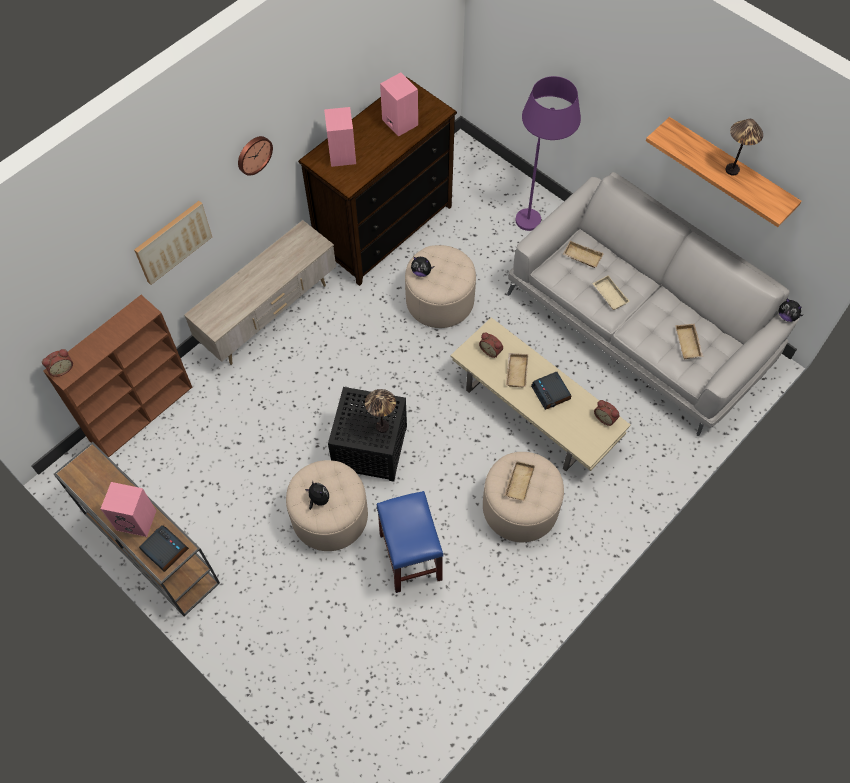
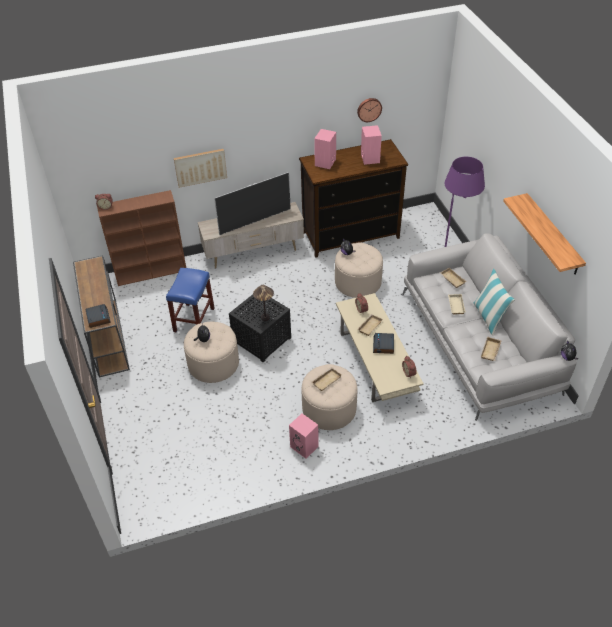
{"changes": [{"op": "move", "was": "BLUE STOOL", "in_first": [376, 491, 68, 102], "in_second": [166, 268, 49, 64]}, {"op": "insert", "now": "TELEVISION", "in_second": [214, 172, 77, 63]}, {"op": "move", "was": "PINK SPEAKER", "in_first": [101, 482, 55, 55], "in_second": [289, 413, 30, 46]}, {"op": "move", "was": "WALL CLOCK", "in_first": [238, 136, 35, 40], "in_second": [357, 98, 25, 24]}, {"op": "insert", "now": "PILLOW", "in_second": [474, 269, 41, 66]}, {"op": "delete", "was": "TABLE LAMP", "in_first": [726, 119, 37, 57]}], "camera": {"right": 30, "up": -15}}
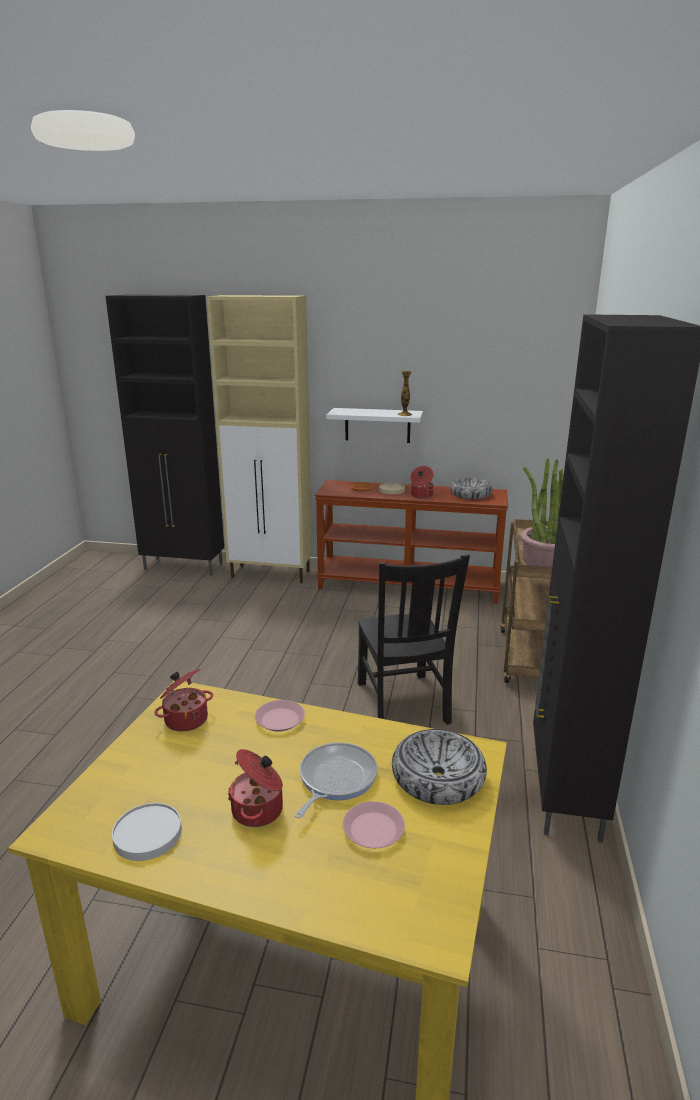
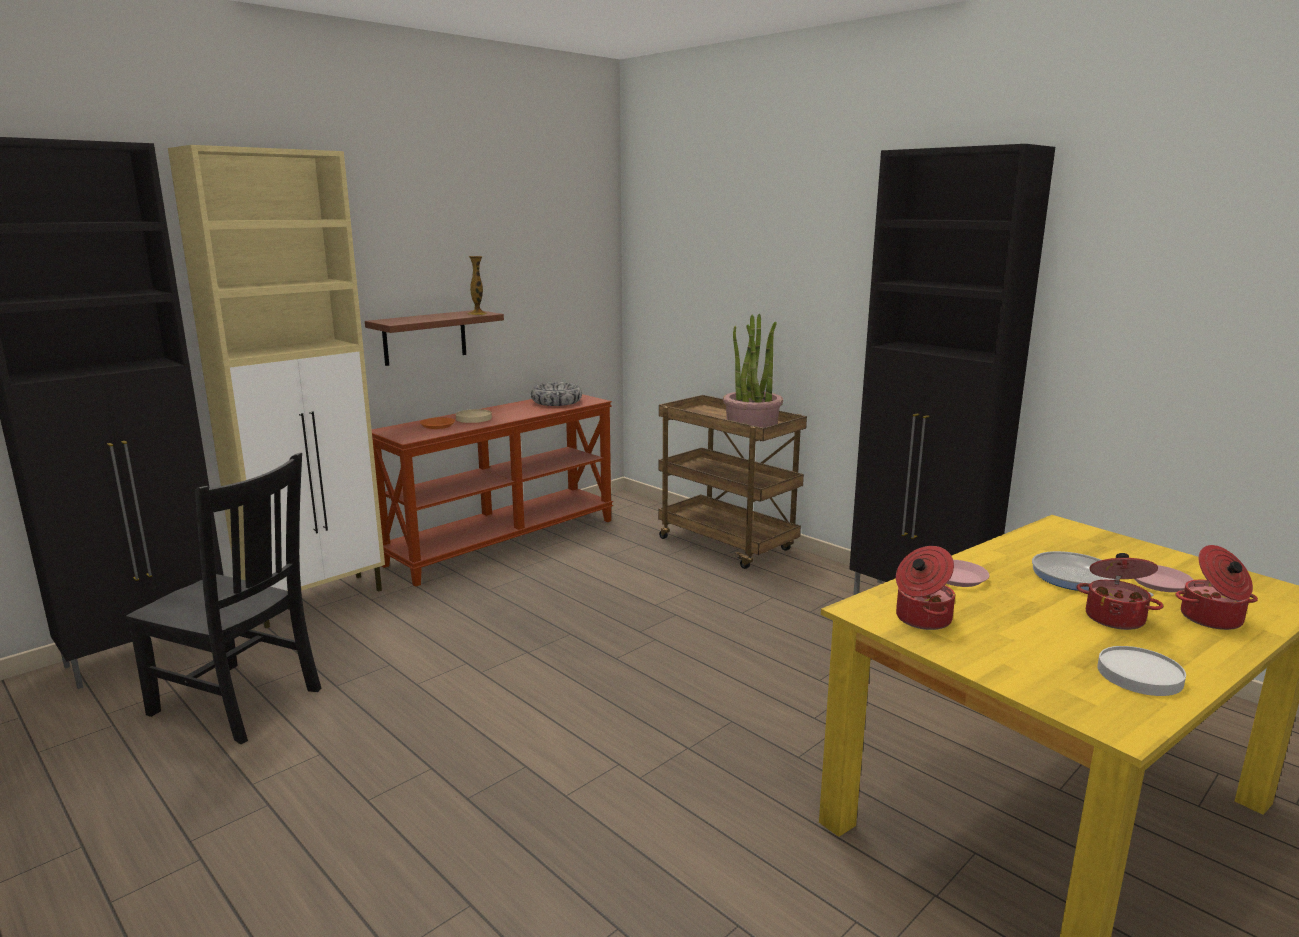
{"changes": [{"op": "move", "was": "BLACK CHAIR", "in_first": [358, 554, 112, 171], "in_second": [126, 453, 195, 291]}, {"op": "recolor", "was": "WHITE SHELF", "now": "BROWN SHELF", "in_first": [326, 408, 97, 35], "in_second": [365, 310, 139, 56]}, {"op": "move", "was": "COOKING POT", "in_first": [410, 466, 24, 32], "in_second": [1176, 545, 82, 85]}, {"op": "delete", "was": "BOWL", "in_first": [392, 729, 95, 76]}], "camera": {"right": -55, "up": -5}}
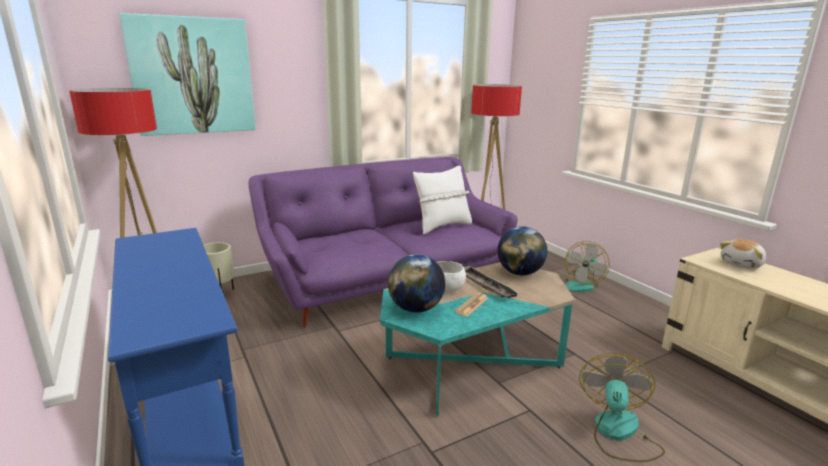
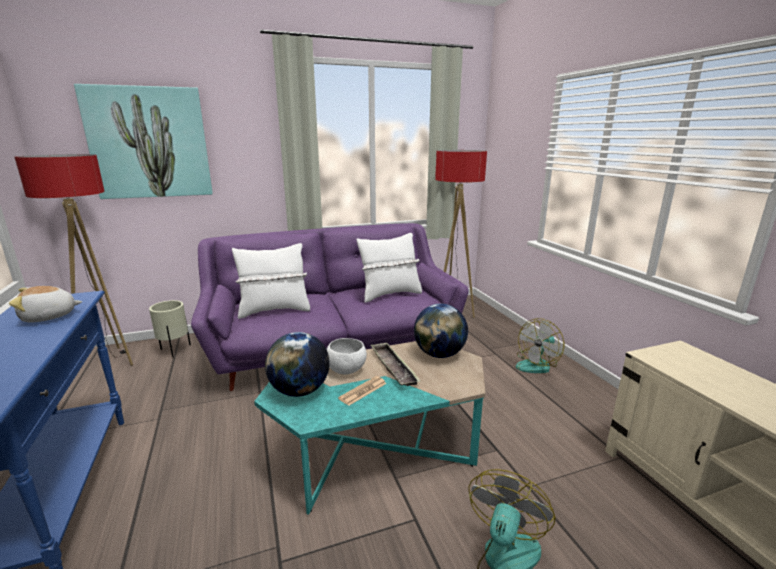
{"changes": [{"op": "move", "was": "PLUSH TOY", "in_first": [720, 239, 46, 30], "in_second": [9, 286, 73, 36]}, {"op": "insert", "now": "WHITE PILLOW", "in_second": [232, 243, 78, 76]}], "camera": {"right": 10, "up": 0}}
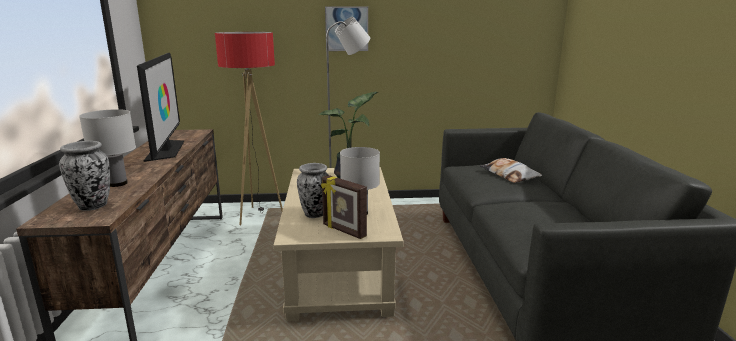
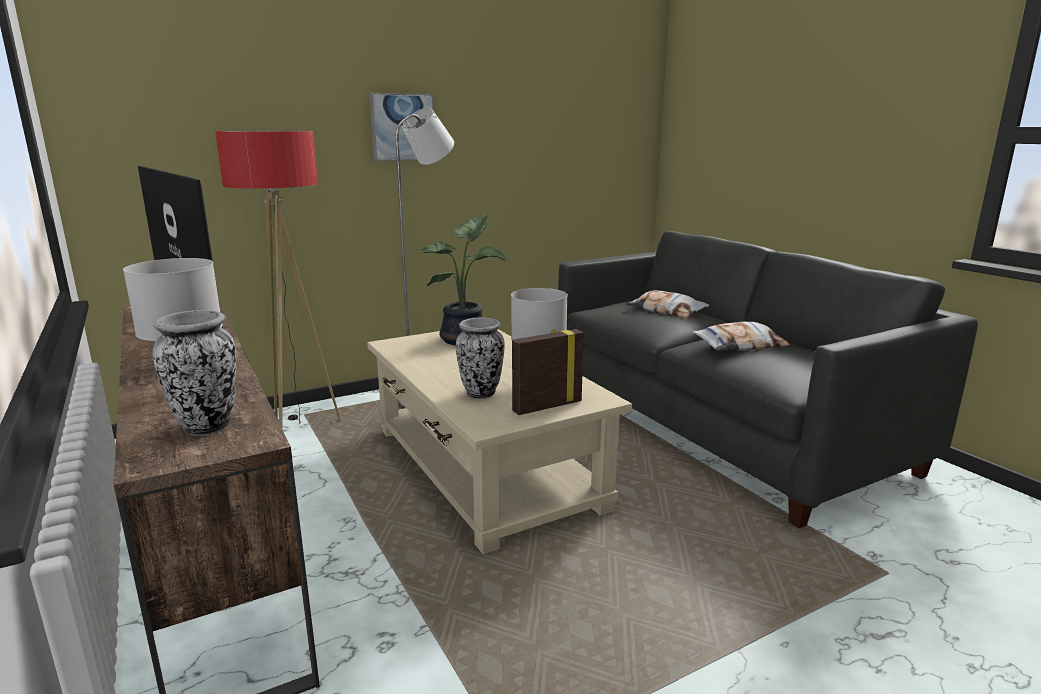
{"changes": [{"op": "rotate", "was": "PICTURE FRAME", "in_first": [321, 175, 46, 64], "in_second": [512, 329, 72, 86], "clockwise": 135}, {"op": "insert", "now": "PILLOW", "in_second": [692, 322, 99, 29]}], "camera": {"right": -25, "up": 0}}
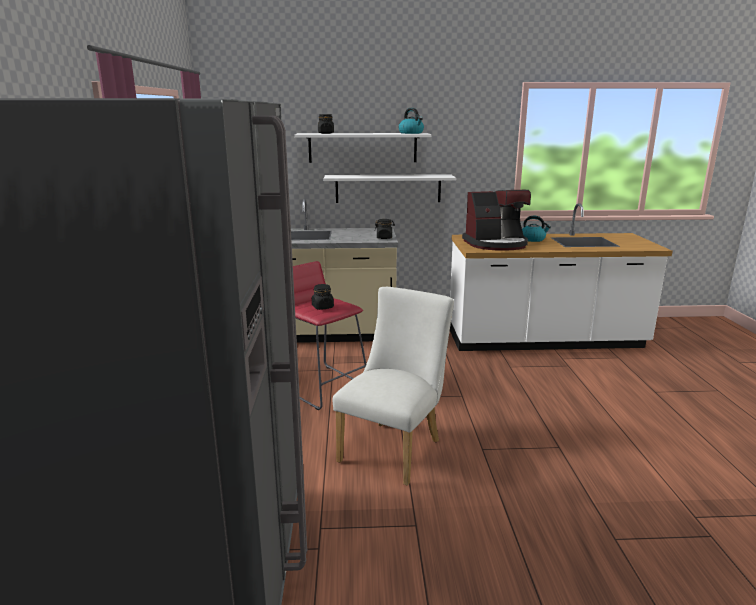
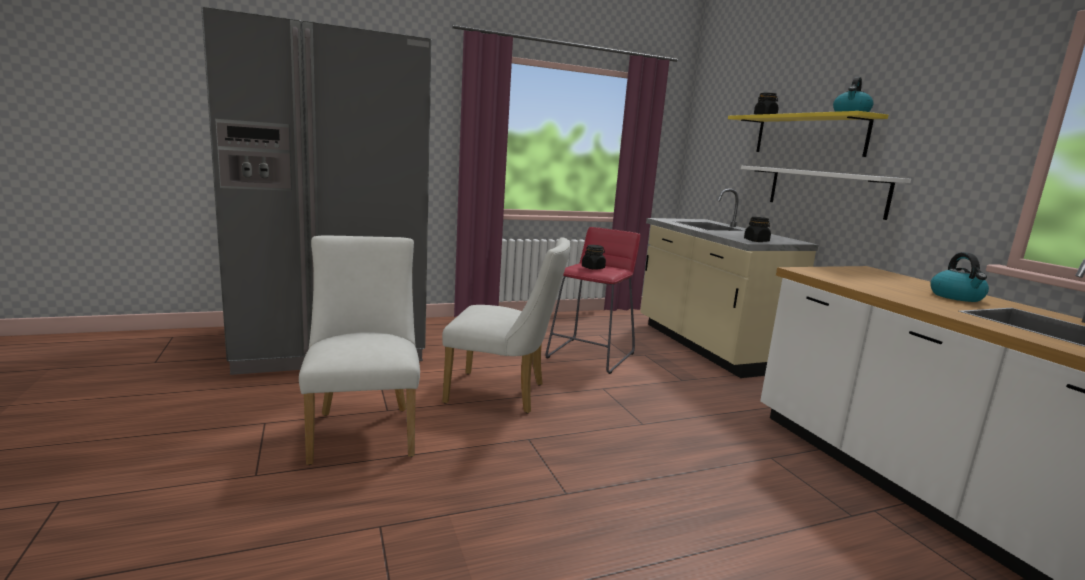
{"changes": [{"op": "insert", "now": "WHITE CHAIR", "in_second": [299, 235, 121, 230]}, {"op": "recolor", "was": "WHITE SHELF", "now": "YELLOW SHELF", "in_first": [295, 133, 136, 30], "in_second": [728, 111, 160, 46]}, {"op": "delete", "was": "COFFEE MACHINE", "in_first": [462, 190, 69, 61]}], "camera": {"right": 70, "up": -5}}
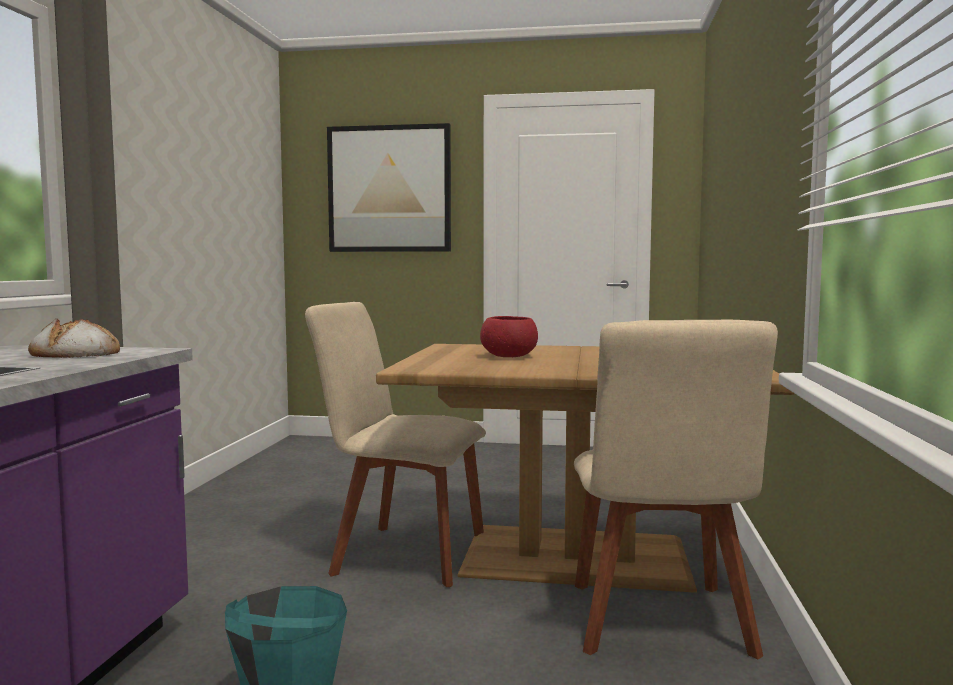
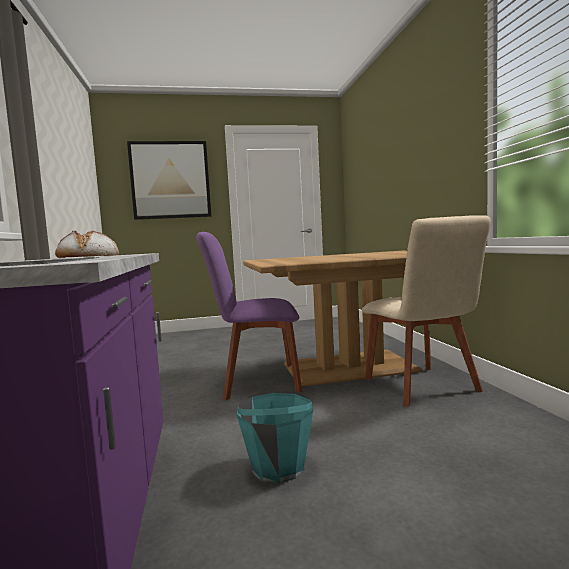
{"changes": [{"op": "recolor", "was": "BEIGE CHAIR", "now": "PURPLE CHAIR", "in_first": [305, 302, 181, 285], "in_second": [196, 232, 106, 168]}, {"op": "delete", "was": "RED BOWL", "in_first": [480, 316, 58, 41]}], "camera": {"right": -20, "up": 0}}
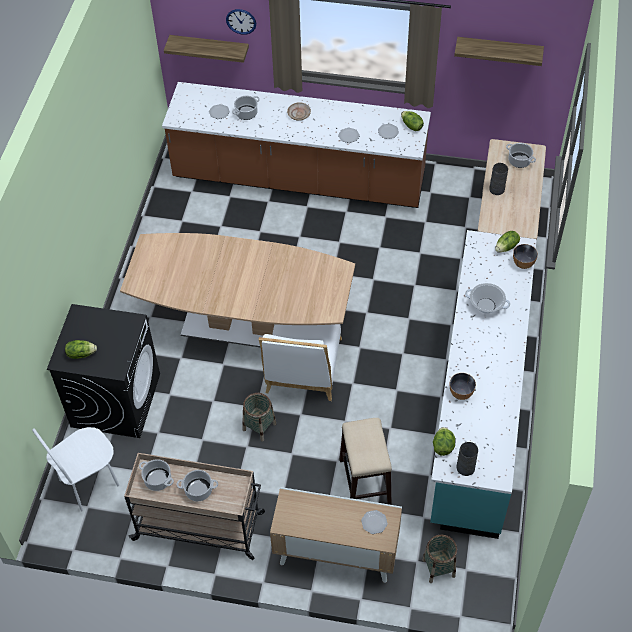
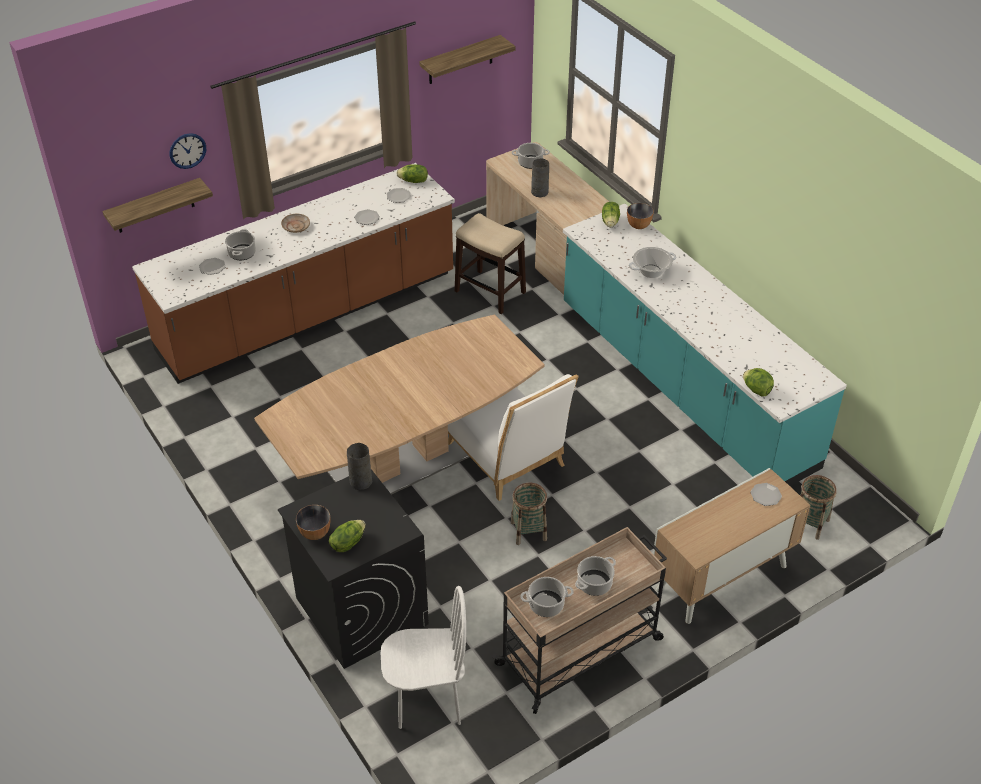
{"changes": [{"op": "move", "was": "BOWL", "in_first": [449, 373, 27, 27], "in_second": [296, 505, 35, 35]}, {"op": "move", "was": "GREY VASE", "in_first": [457, 442, 21, 34], "in_second": [347, 443, 25, 47]}, {"op": "rotate", "was": "WHITE CHAIR", "in_first": [32, 427, 87, 84], "in_second": [380, 586, 86, 143], "clockwise": -105}, {"op": "move", "was": "STOOL", "in_first": [340, 418, 52, 87], "in_second": [455, 213, 71, 101]}], "camera": {"right": -45, "up": -10}}
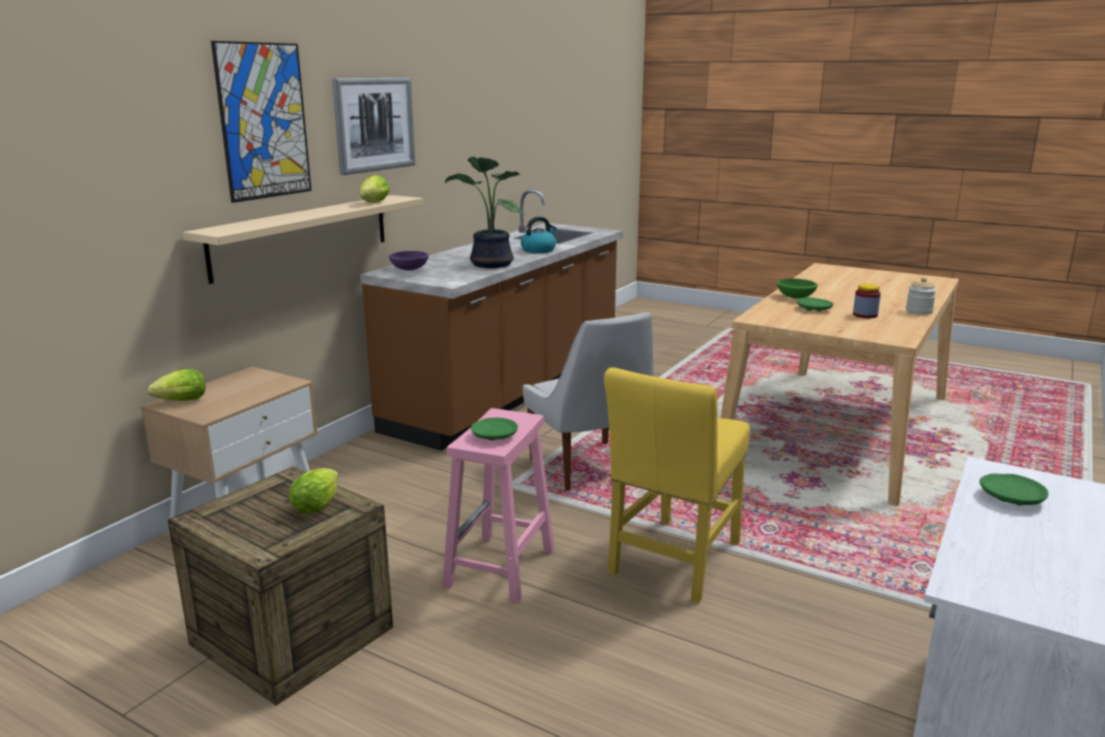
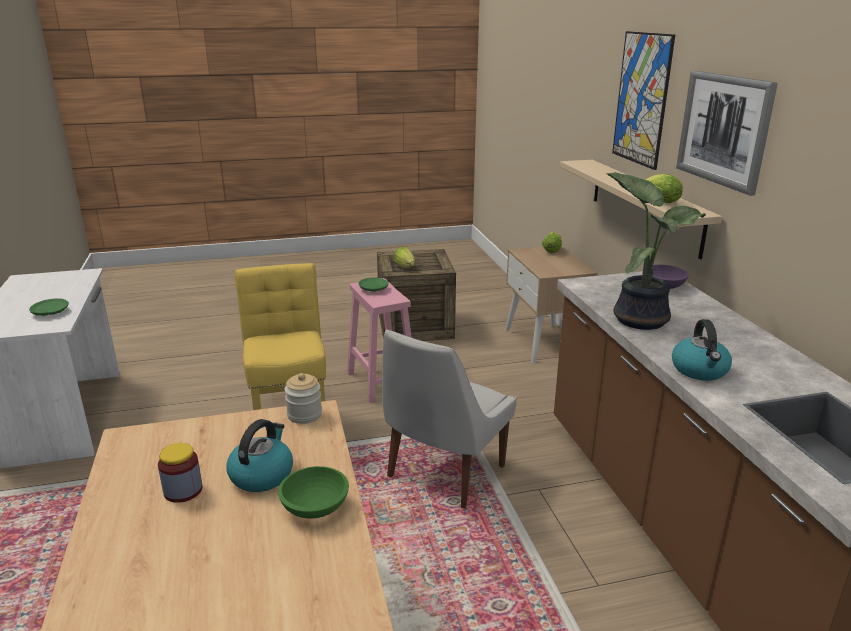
{"changes": [{"op": "replace", "was": "GREEN PLATE", "now": "KETTLE", "in_first": [797, 297, 36, 15], "in_second": [226, 419, 67, 73]}, {"op": "move", "was": "JAR", "in_first": [906, 277, 31, 38], "in_second": [285, 373, 37, 51]}, {"op": "rotate", "was": "WHITE CHAIR", "in_first": [523, 312, 131, 179], "in_second": [382, 330, 135, 179], "clockwise": -75}], "camera": {"right": 135, "up": 5}}
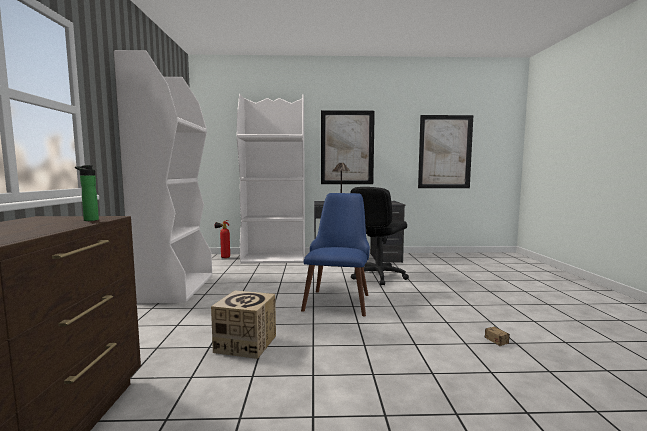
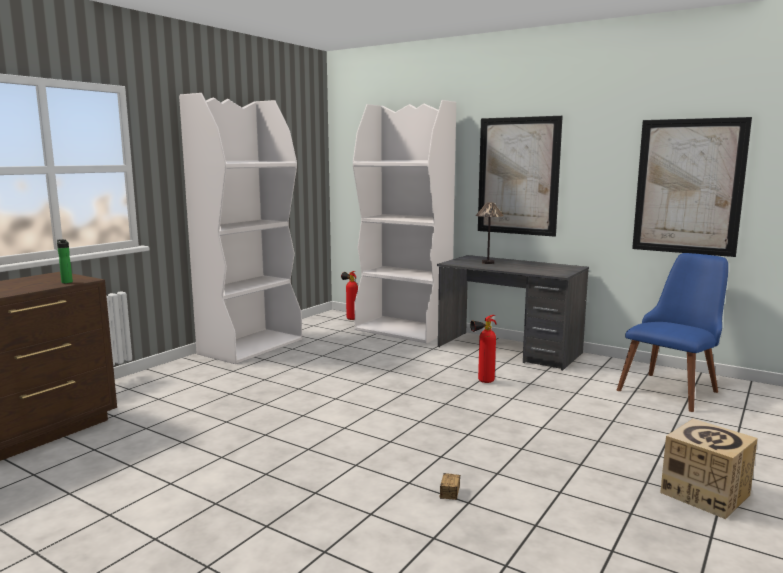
{"changes": [{"op": "replace", "was": "BLACK OFFICE CHAIR", "now": "FIRE EXTINGUISHER", "in_first": [350, 187, 59, 98], "in_second": [470, 315, 27, 68]}, {"op": "move", "was": "BLUE CHAIR", "in_first": [301, 193, 69, 124], "in_second": [617, 253, 111, 159]}, {"op": "move", "was": "CARDBOARD BOX", "in_first": [211, 290, 65, 69], "in_second": [660, 419, 98, 100]}], "camera": {"right": 35, "up": 5}}
